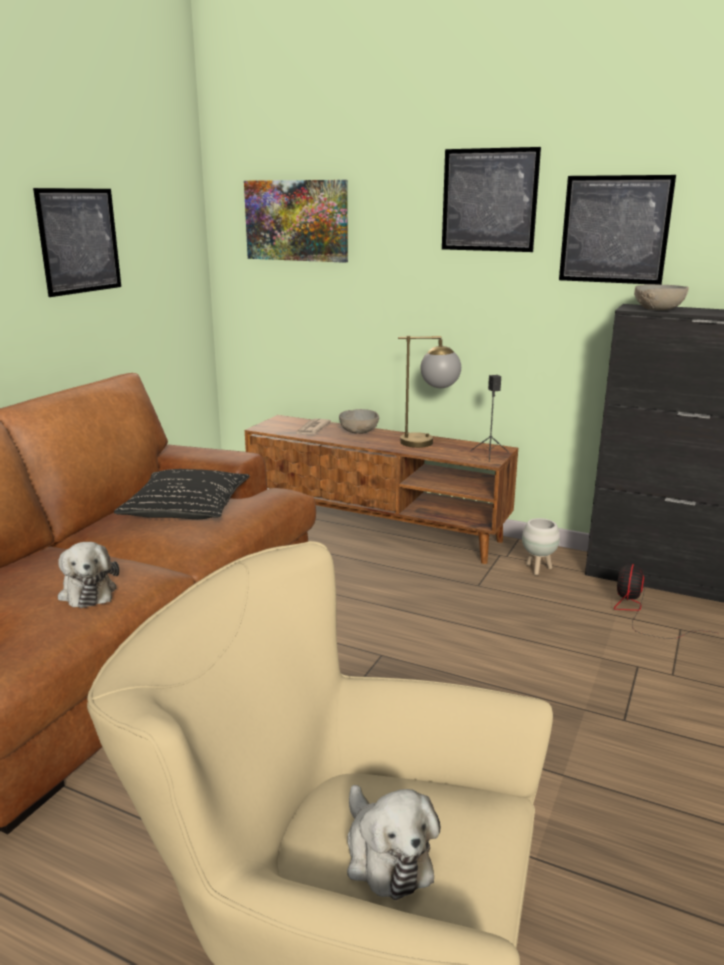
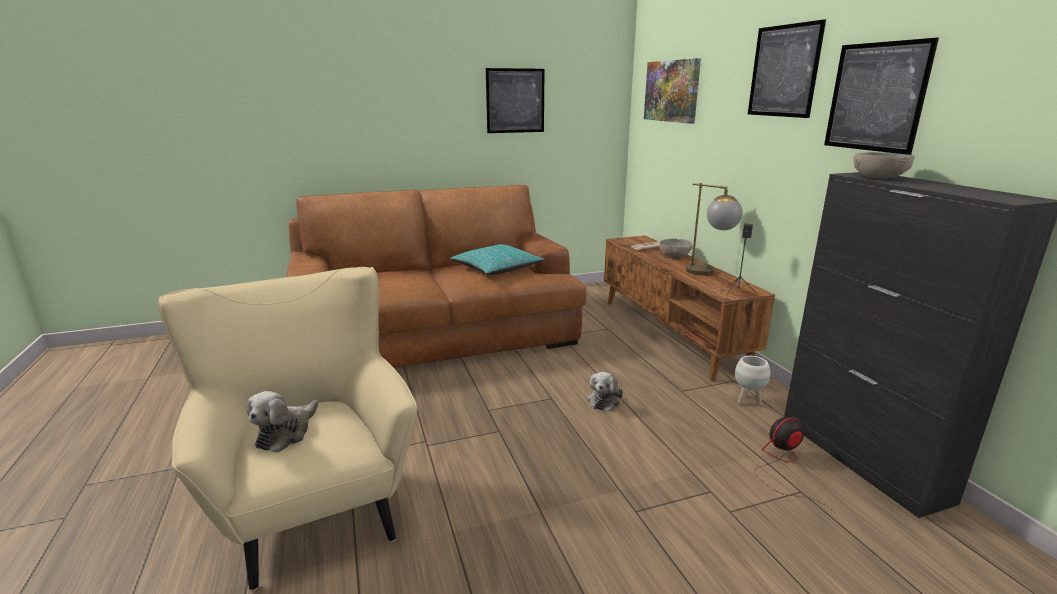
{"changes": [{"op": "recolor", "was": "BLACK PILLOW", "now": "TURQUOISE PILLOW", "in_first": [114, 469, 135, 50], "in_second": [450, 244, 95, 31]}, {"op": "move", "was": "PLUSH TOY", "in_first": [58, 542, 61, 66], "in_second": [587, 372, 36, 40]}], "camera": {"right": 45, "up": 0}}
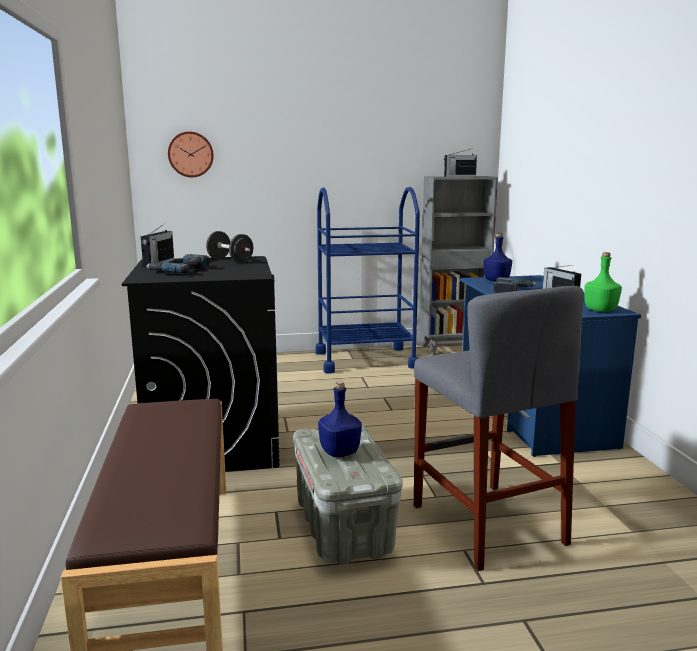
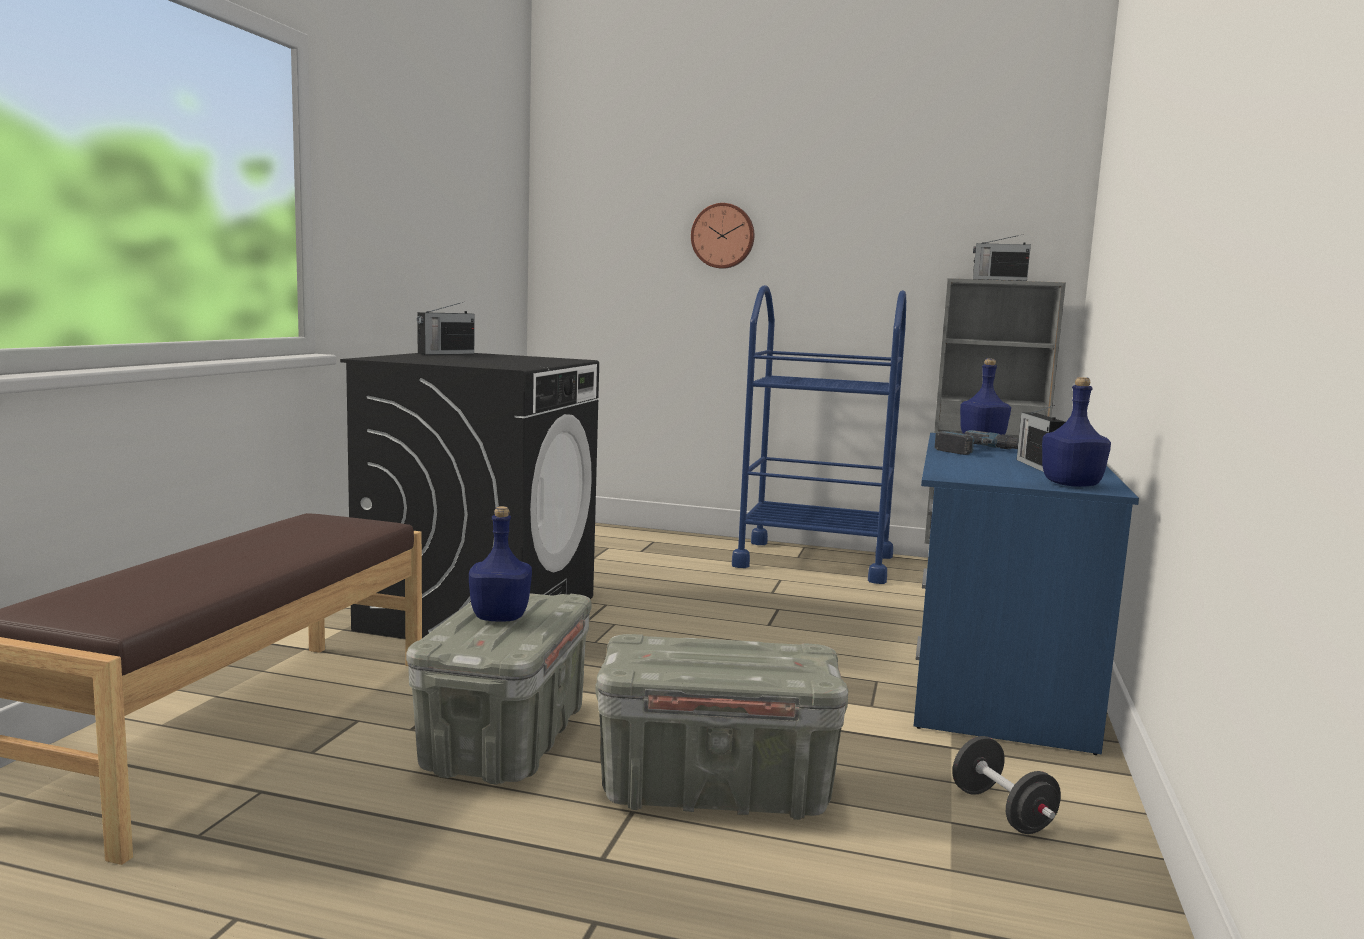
{"changes": [{"op": "replace", "was": "GREY STOOL", "now": "GREY STORAGE BOX", "in_first": [414, 286, 170, 285], "in_second": [595, 634, 253, 186]}, {"op": "move", "was": "WALL CLOCK", "in_first": [168, 132, 46, 45], "in_second": [691, 203, 63, 66]}, {"op": "move", "was": "BLACK DUMBBELL", "in_first": [206, 231, 47, 32], "in_second": [952, 736, 109, 98]}, {"op": "recolor", "was": "GREEN BOTTLE", "now": "BLUE BOTTLE", "in_first": [584, 252, 38, 60], "in_second": [1042, 377, 69, 110]}, {"op": "delete", "was": "POWER DRILL", "in_first": [146, 254, 63, 20]}], "camera": {"right": 25, "up": -5}}
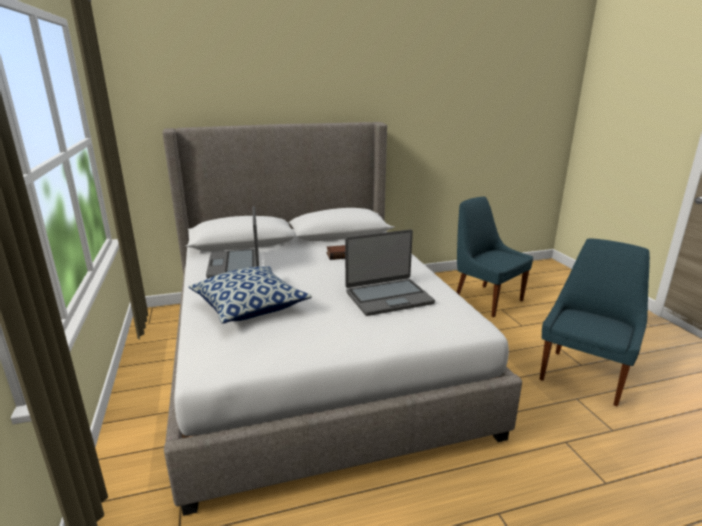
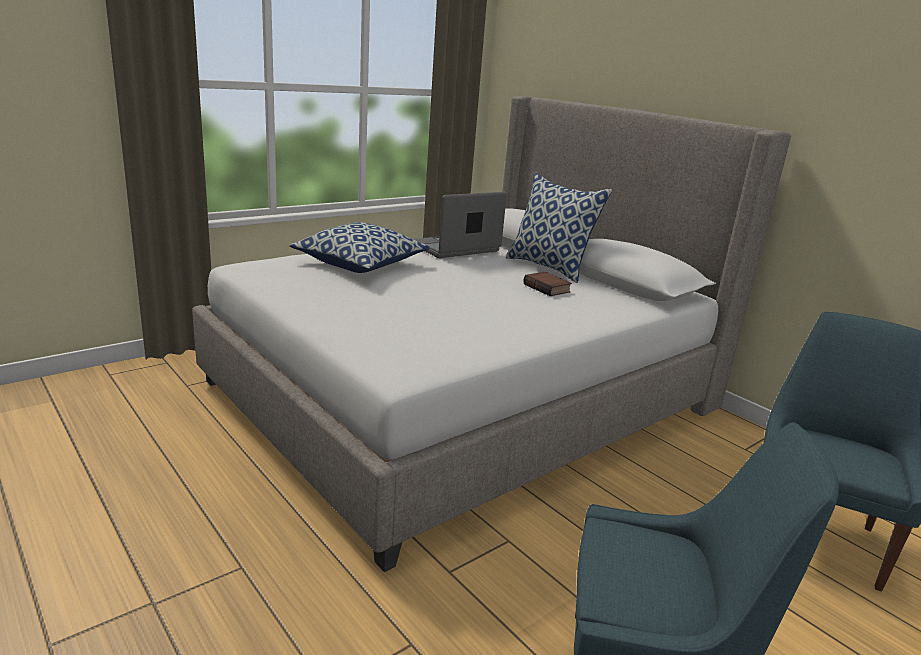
{"changes": [{"op": "insert", "now": "PILLOW", "in_second": [506, 173, 106, 110]}, {"op": "delete", "was": "LAPTOP", "in_first": [345, 230, 90, 86]}], "camera": {"right": 65, "up": 0}}
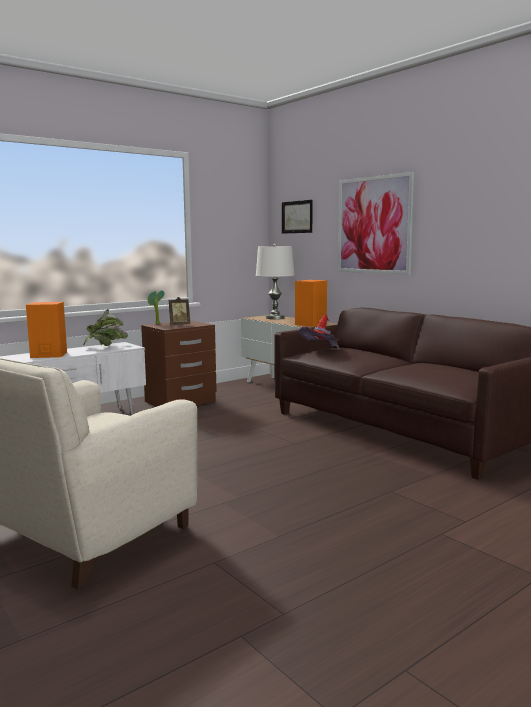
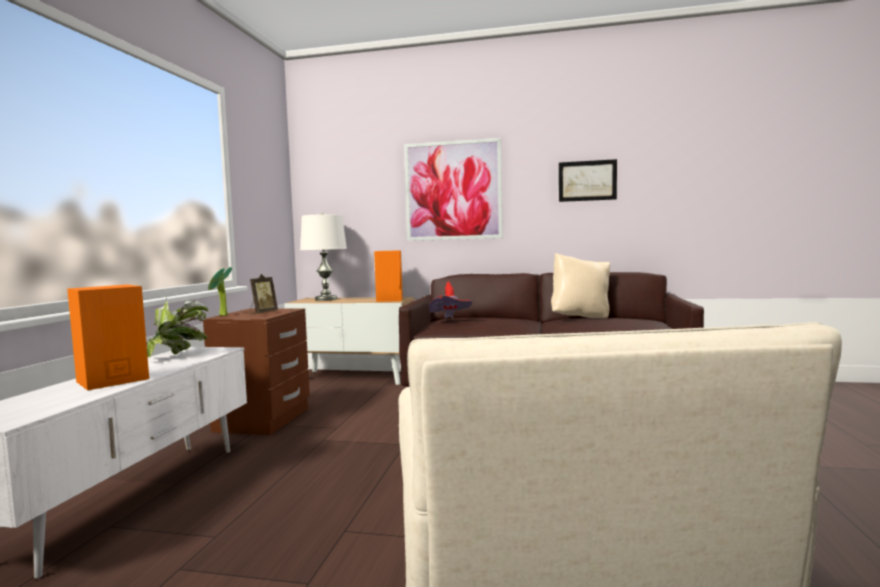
{"changes": [{"op": "insert", "now": "BEIGE PILLOW", "in_second": [551, 253, 59, 65]}, {"op": "move", "was": "PICTURE", "in_first": [282, 200, 31, 34], "in_second": [559, 159, 58, 43]}], "camera": {"right": -40, "up": -5}}
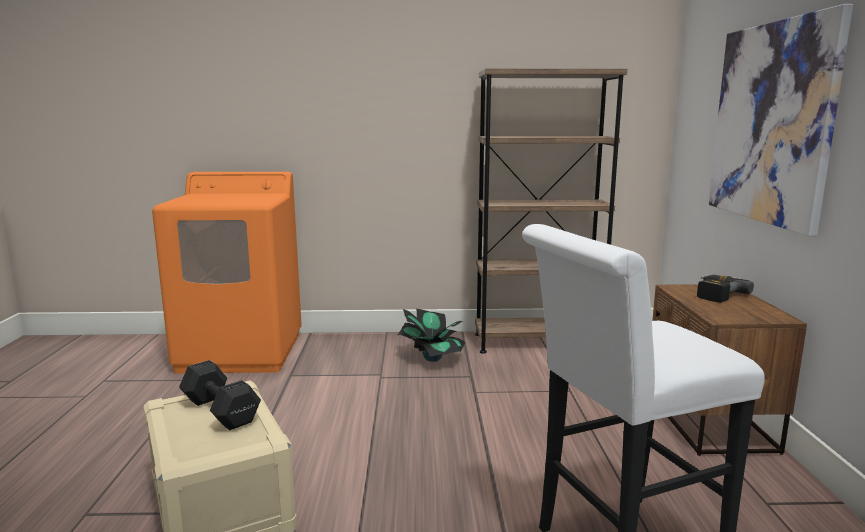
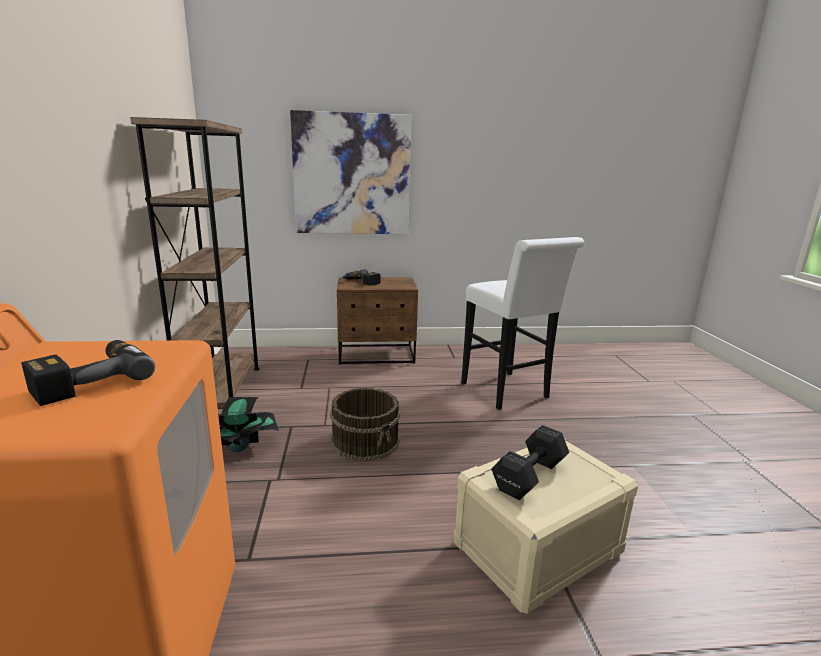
{"changes": [{"op": "insert", "now": "POWER DRILL", "in_second": [21, 340, 134, 66]}, {"op": "insert", "now": "BROWN BUCKET", "in_second": [330, 388, 70, 73]}], "camera": {"right": -95, "up": 5}}
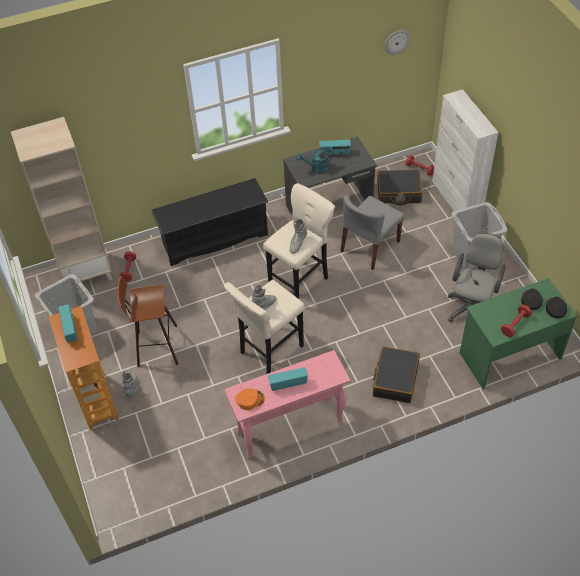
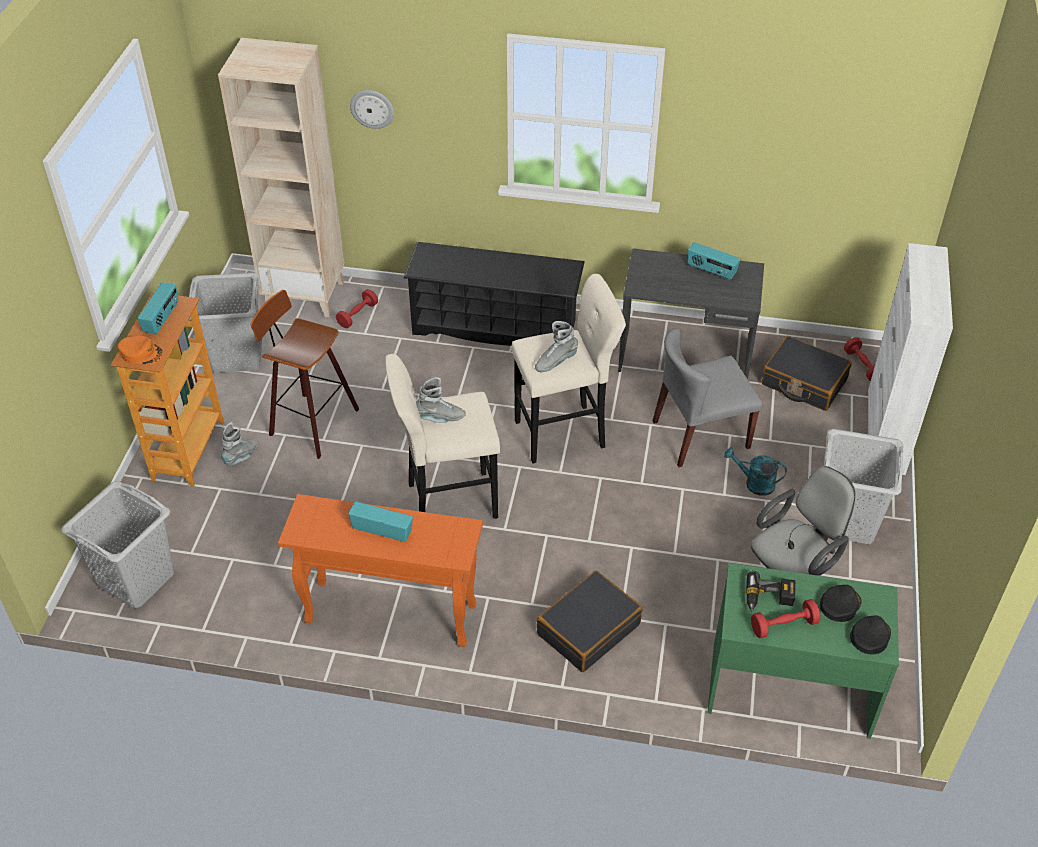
{"changes": [{"op": "insert", "now": "GREY LAUNDRY BASKET", "in_second": [61, 481, 113, 127]}, {"op": "move", "was": "ORANGE CAP", "in_first": [235, 388, 30, 22], "in_second": [118, 336, 45, 29]}, {"op": "recolor", "was": "PINK CONSOLE TABLE", "now": "ORANGE CONSOLE TABLE", "in_first": [224, 350, 126, 109], "in_second": [278, 494, 205, 153]}, {"op": "move", "was": "WALL CLOCK", "in_first": [384, 30, 26, 25], "in_second": [350, 90, 44, 39]}, {"op": "move", "was": "TURQUOISE WATERING CAN", "in_first": [296, 149, 37, 25], "in_second": [724, 447, 63, 49]}, {"op": "insert", "now": "POWER DRILL", "in_second": [746, 571, 49, 41]}], "camera": {"right": 30, "up": -5}}
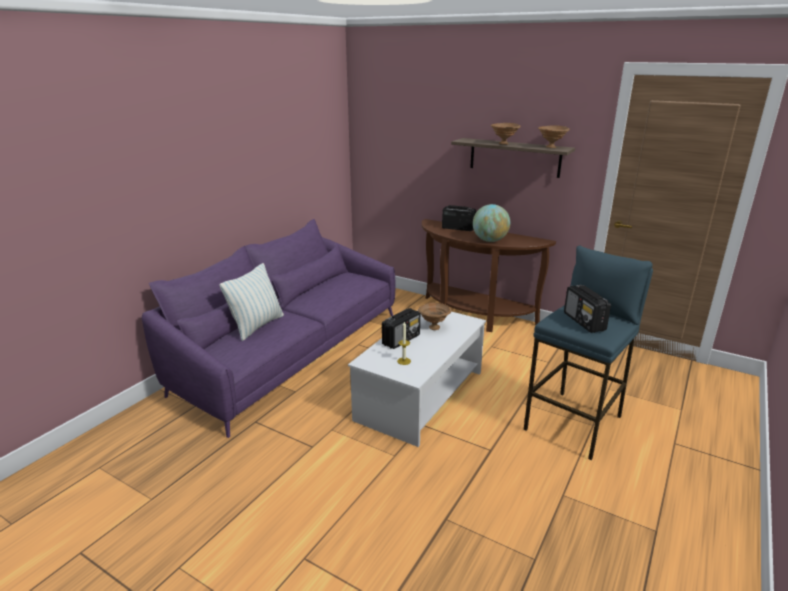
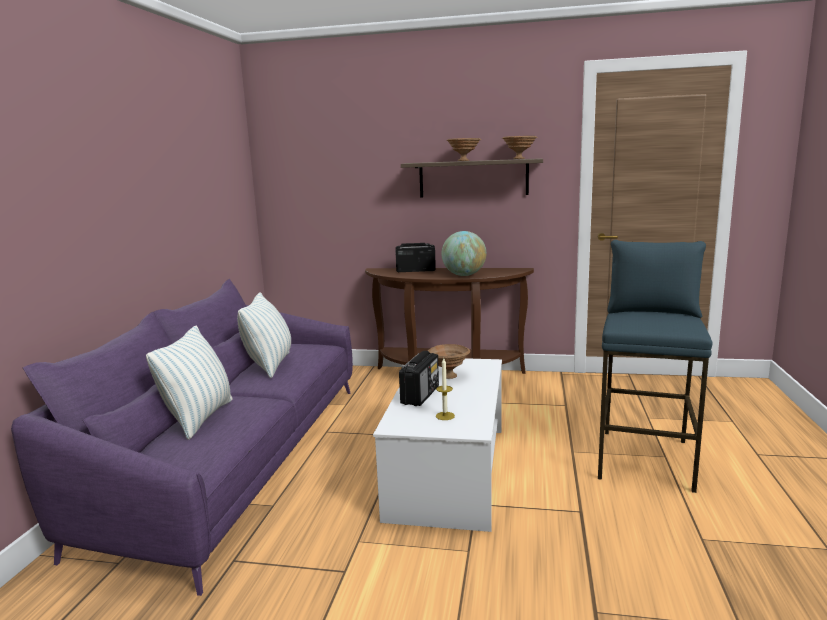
{"changes": [{"op": "insert", "now": "PILLOW", "in_second": [237, 292, 54, 86]}, {"op": "delete", "was": "RADIO", "in_first": [564, 285, 47, 48]}], "camera": {"right": -20, "up": -10}}
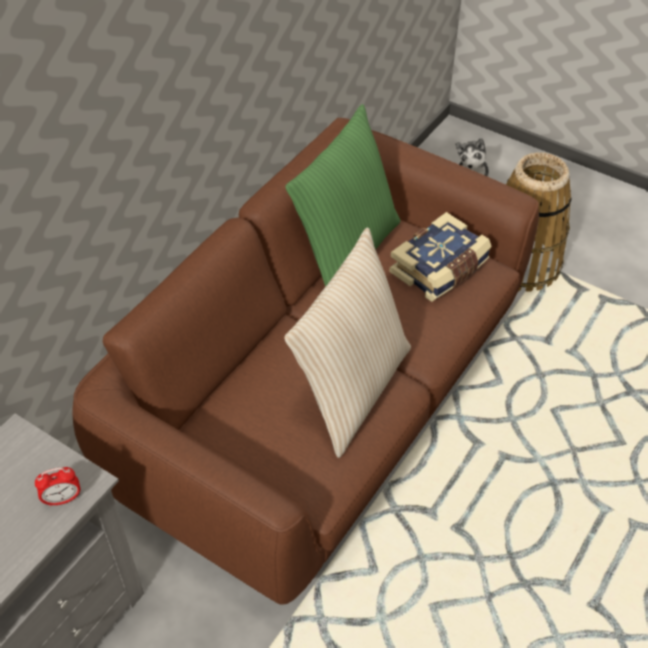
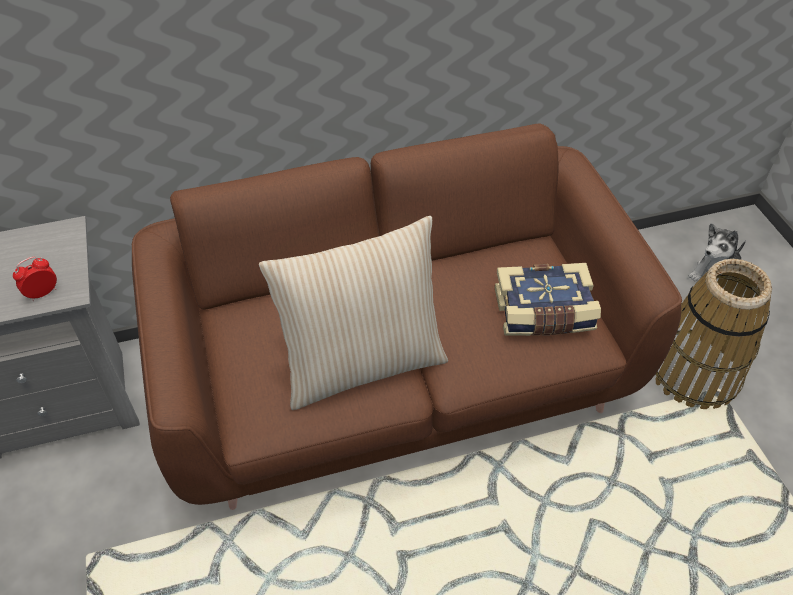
{"changes": [{"op": "rotate", "was": "ALARM CLOCK", "in_first": [35, 467, 45, 40], "in_second": [13, 257, 44, 44], "clockwise": 120}, {"op": "delete", "was": "GREEN PILLOW", "in_first": [285, 104, 116, 183]}], "camera": {"right": 40, "up": 0}}
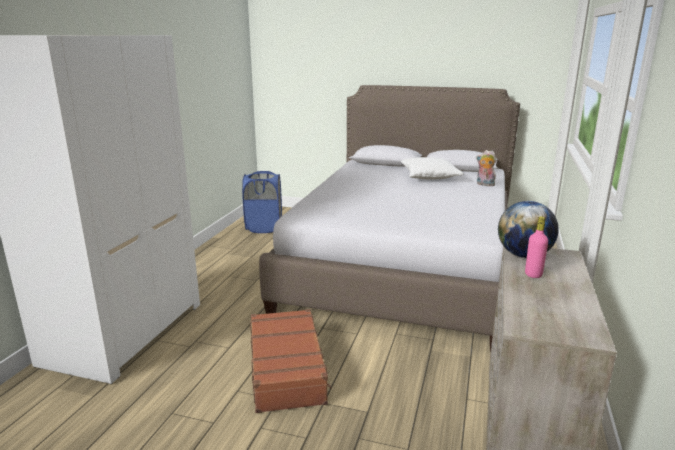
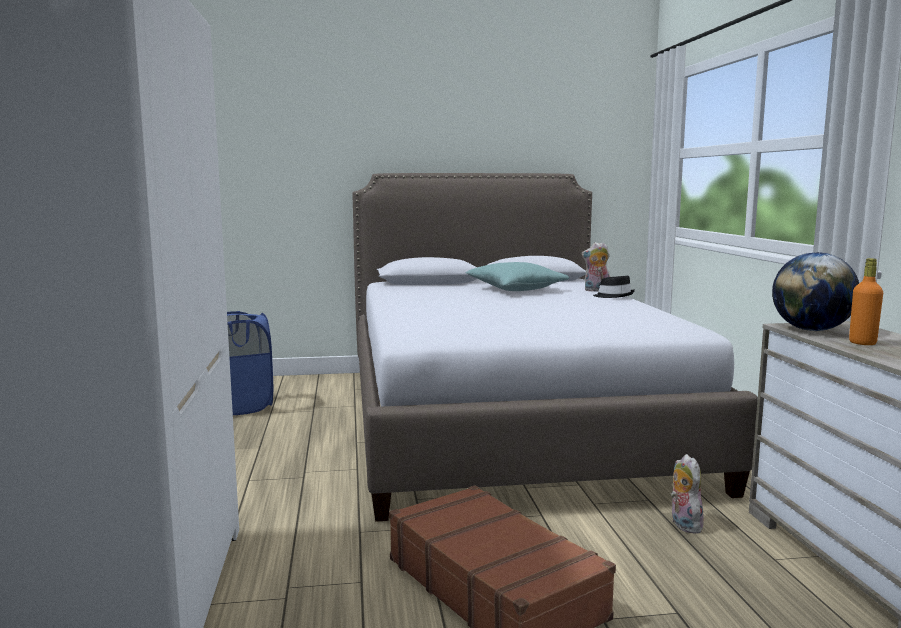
{"changes": [{"op": "recolor", "was": "WHITE PILLOW", "now": "TURQUOISE PILLOW", "in_first": [400, 157, 64, 22], "in_second": [466, 262, 103, 29]}, {"op": "insert", "now": "BLACK HAT", "in_second": [593, 276, 42, 22]}, {"op": "insert", "now": "PLUSH TOY", "in_second": [671, 454, 35, 80]}, {"op": "recolor", "was": "PINK BOTTLE", "now": "ORANGE BOTTLE", "in_first": [525, 216, 23, 62], "in_second": [849, 258, 34, 87]}], "camera": {"right": -25, "up": -10}}
